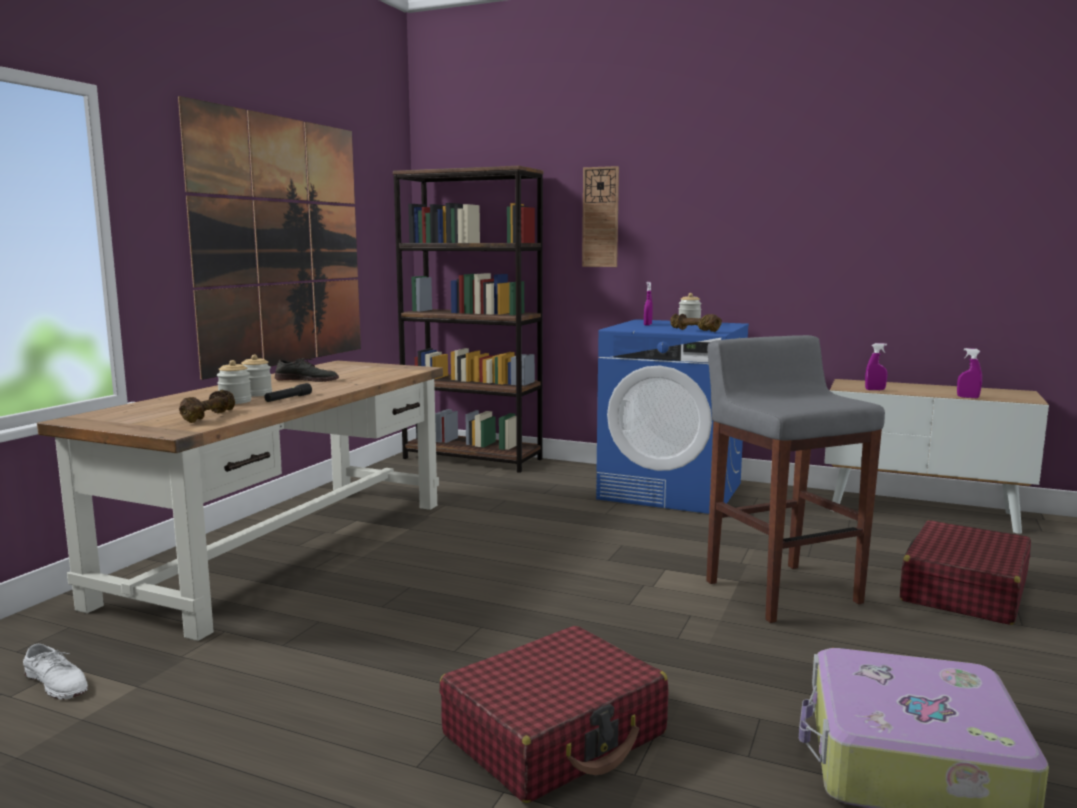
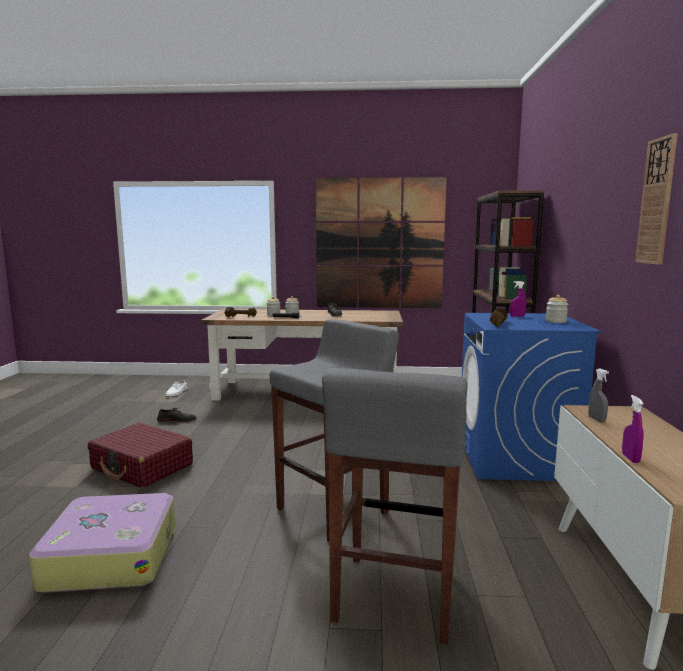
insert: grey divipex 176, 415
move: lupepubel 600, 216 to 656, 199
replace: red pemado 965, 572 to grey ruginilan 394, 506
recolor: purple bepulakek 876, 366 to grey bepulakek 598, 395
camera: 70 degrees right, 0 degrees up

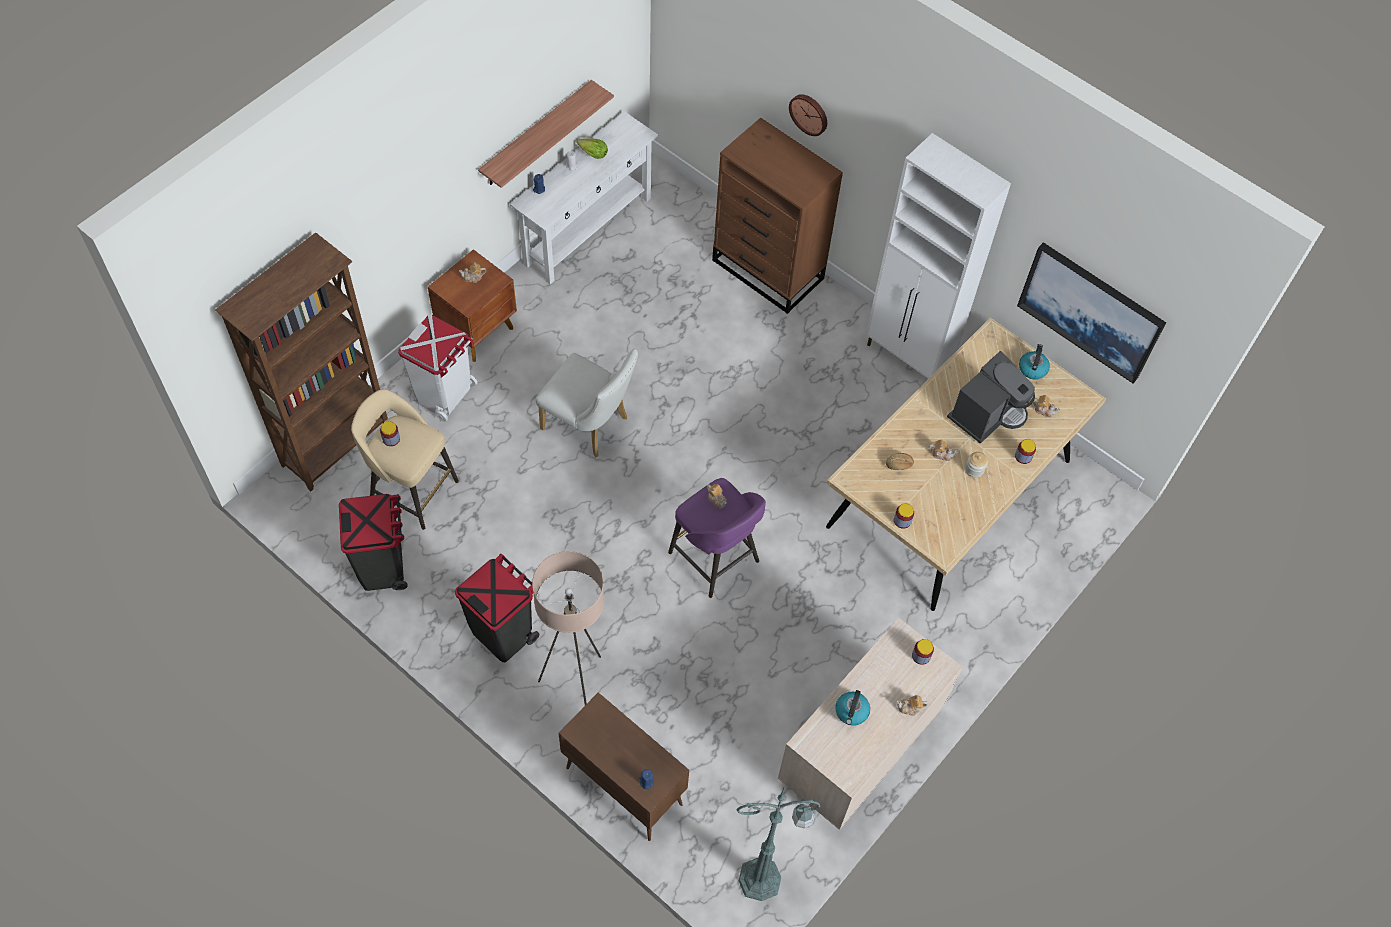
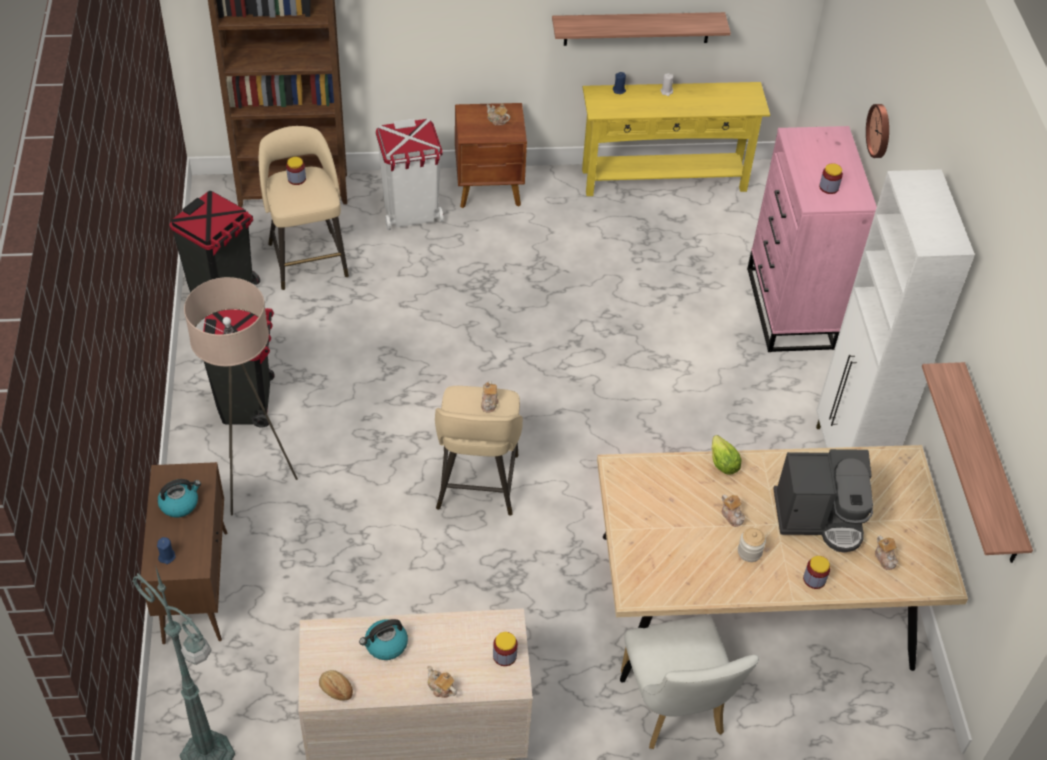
move: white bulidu 587, 403 to 690, 682; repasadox 592, 148 to 726, 455; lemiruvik 900, 461 to 336, 685; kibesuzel 904, 516 to 831, 178; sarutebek 1034, 361 to 179, 498
replace: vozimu 1091, 312 to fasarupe 977, 462
recolor: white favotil 584, 197 to yellow favotil 676, 139; purple ruginilan 717, 538 to beige ruginilan 479, 451; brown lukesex 777, 216 to pink lukesex 812, 239
camera: 45 degrees right, 10 degrees down

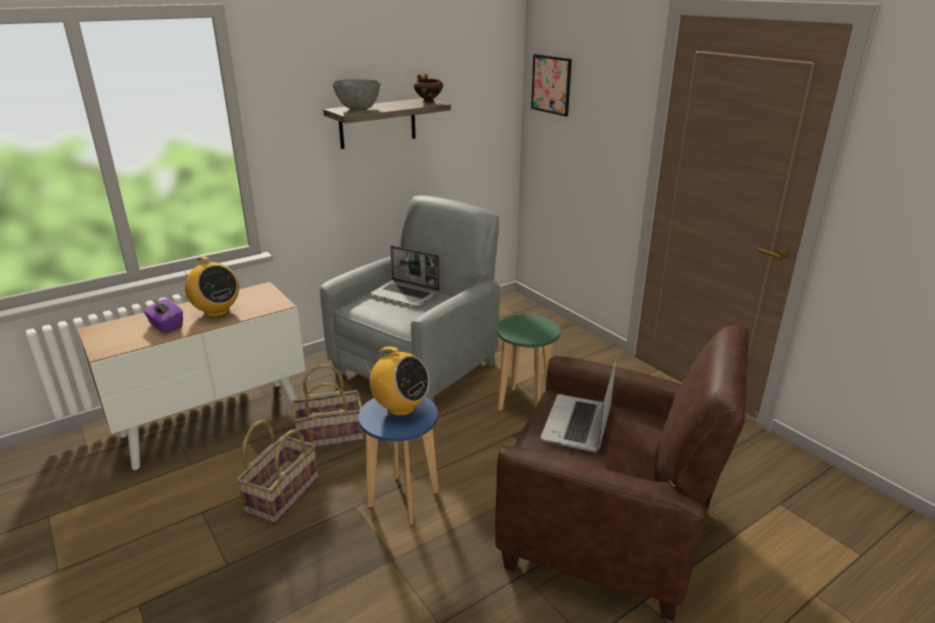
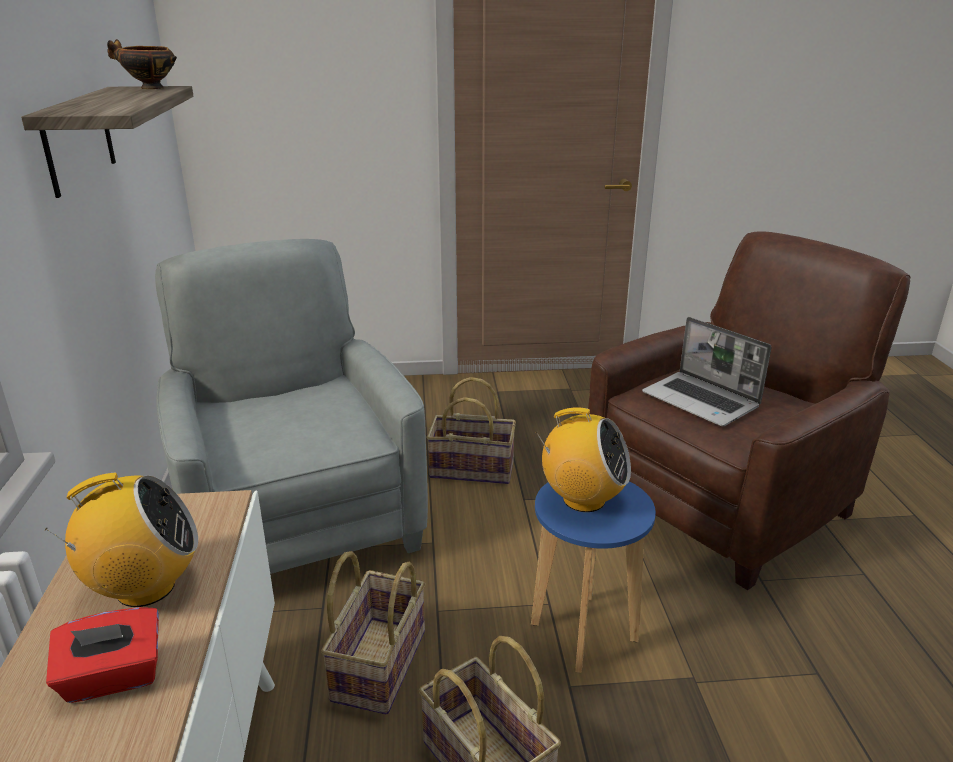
delete: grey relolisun 356, 94; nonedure 405, 275; vozimu 551, 85
replace: green ruginilan 528, 362 to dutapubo 471, 430
recolor: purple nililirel 163, 316 to red nililirel 102, 655
rotate: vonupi 397, 381 = 583, 459 45 degrees clockwise
camera: 60 degrees left, 0 degrees up

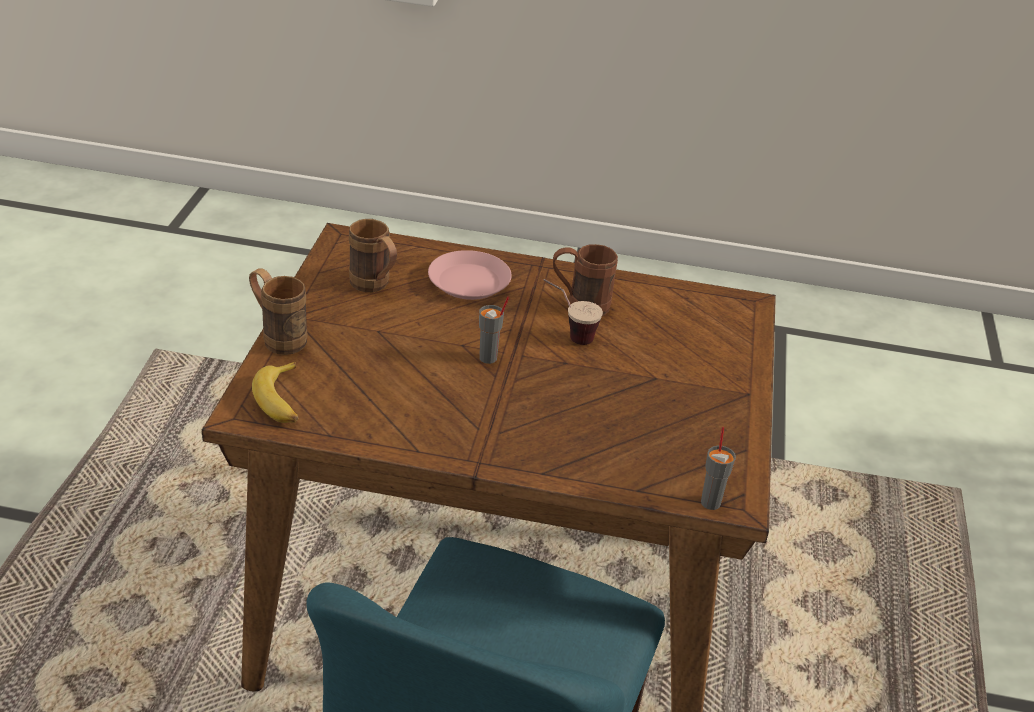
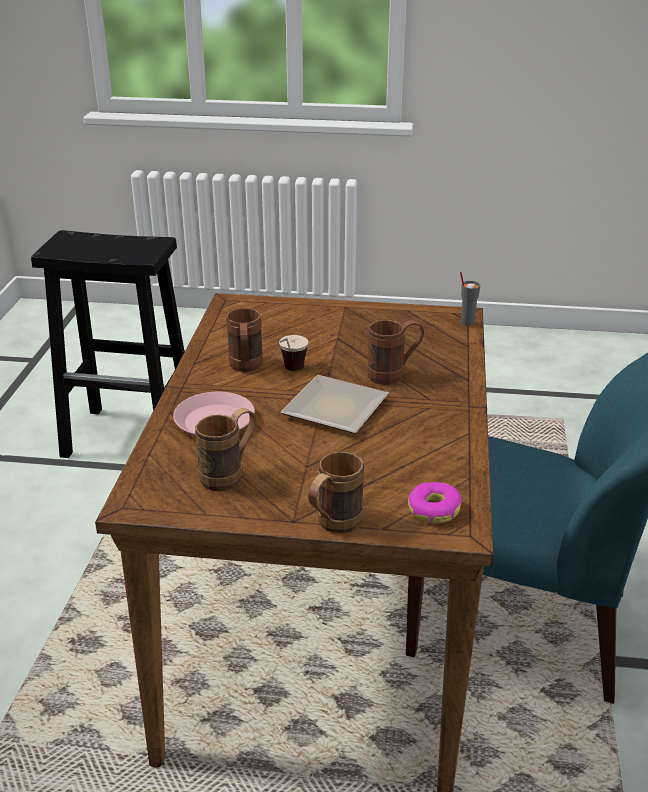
insert: black ruginilan 108, 344; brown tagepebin 395, 352
replace: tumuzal 275, 392 to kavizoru 435, 502; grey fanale 494, 330 to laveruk 335, 404
camera: 90 degrees left, 5 degrees down

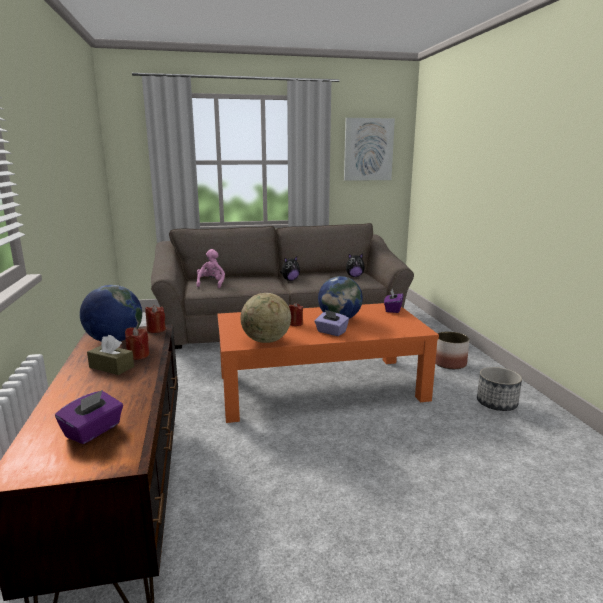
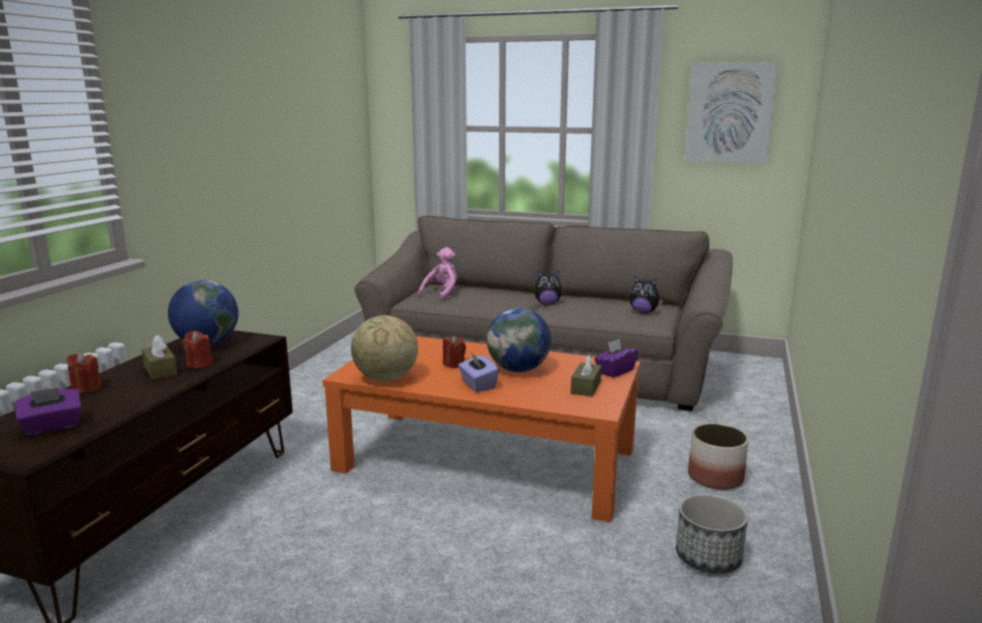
insert: brown nililirel 586, 375
move: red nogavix 155, 319 to 84, 373
camera: 30 degrees right, 0 degrees up

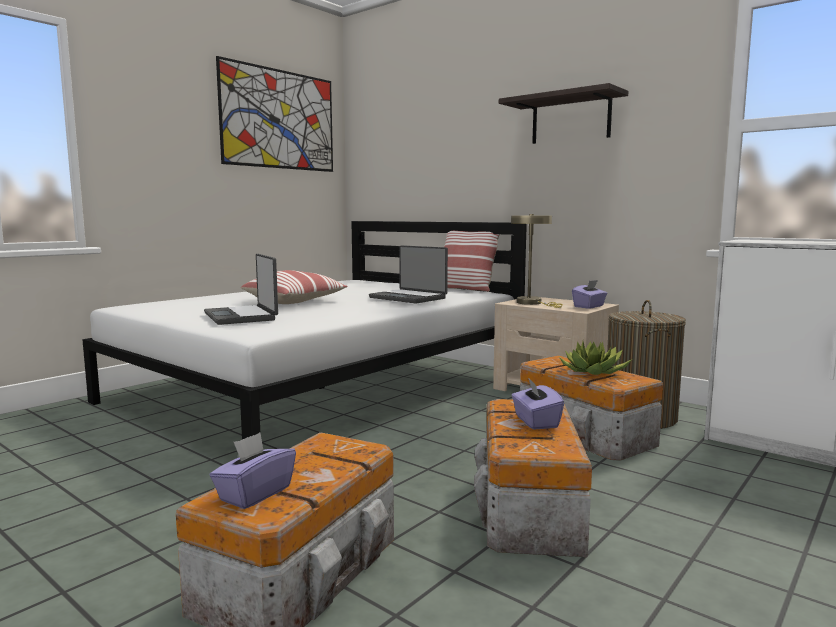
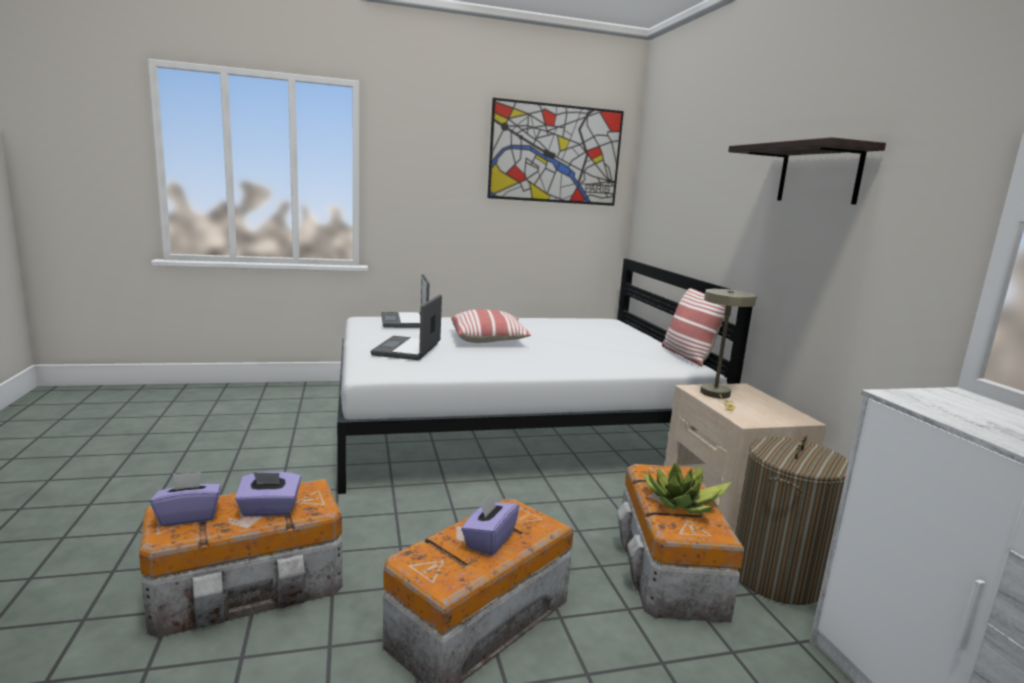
move: nonedure 408, 274 to 405, 301; purple nililirel 589, 294 to 268, 493
camera: 35 degrees right, 5 degrees up

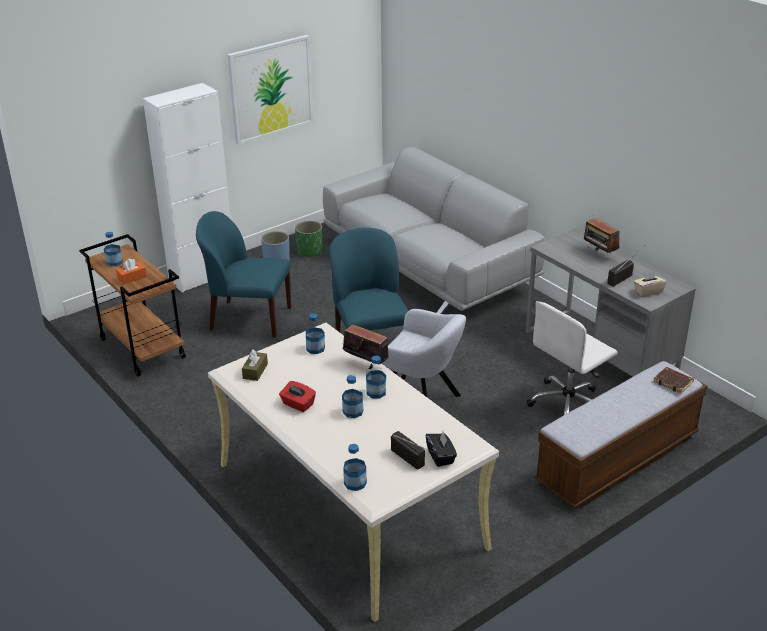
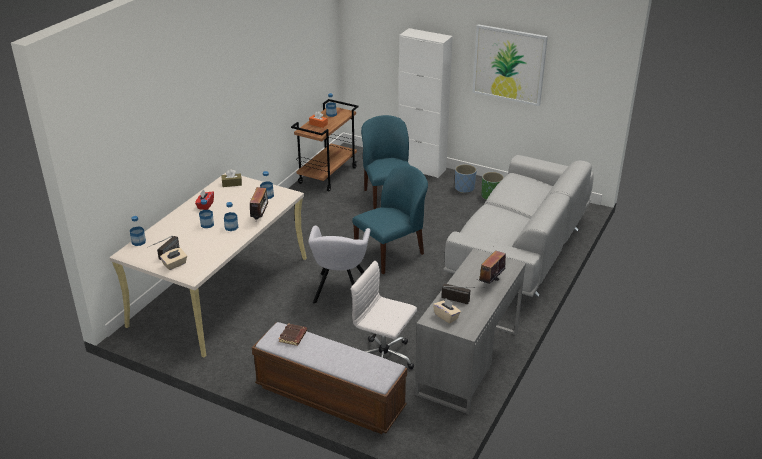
move: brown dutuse 673, 380 to 293, 334
recolor: black nililirel 441, 449 to beige nililirel 173, 259
camera: 65 degrees right, 0 degrees up

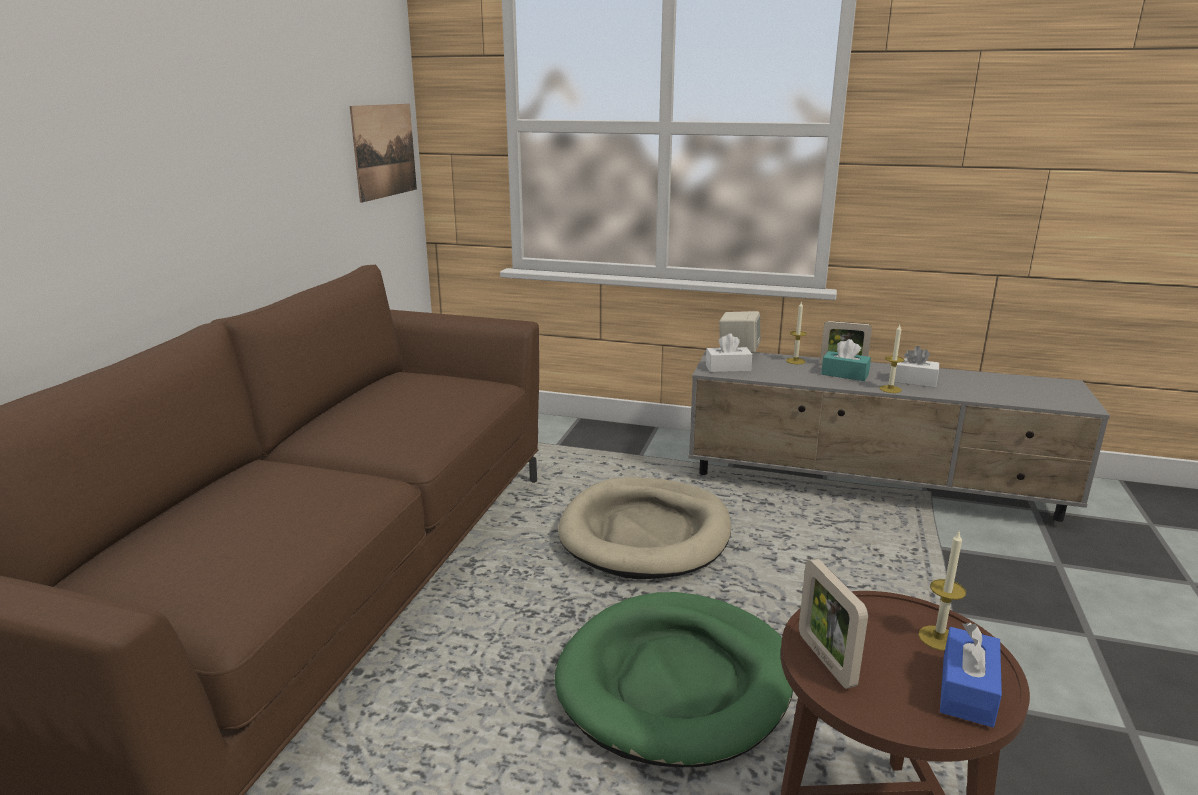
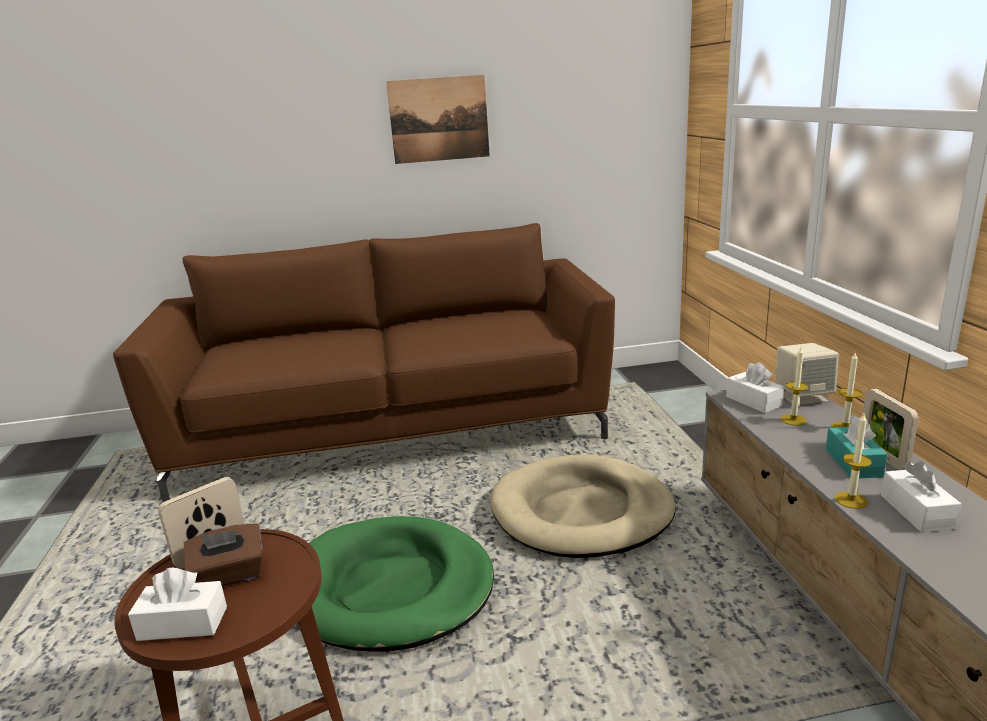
insert: brown nililirel 223, 555
move: vozimu 383, 153 to 438, 119; nogavix 942, 590 to 794, 386
recolor: blue nililirel 971, 675 to white nililirel 177, 604
camera: 65 degrees right, 0 degrees up

